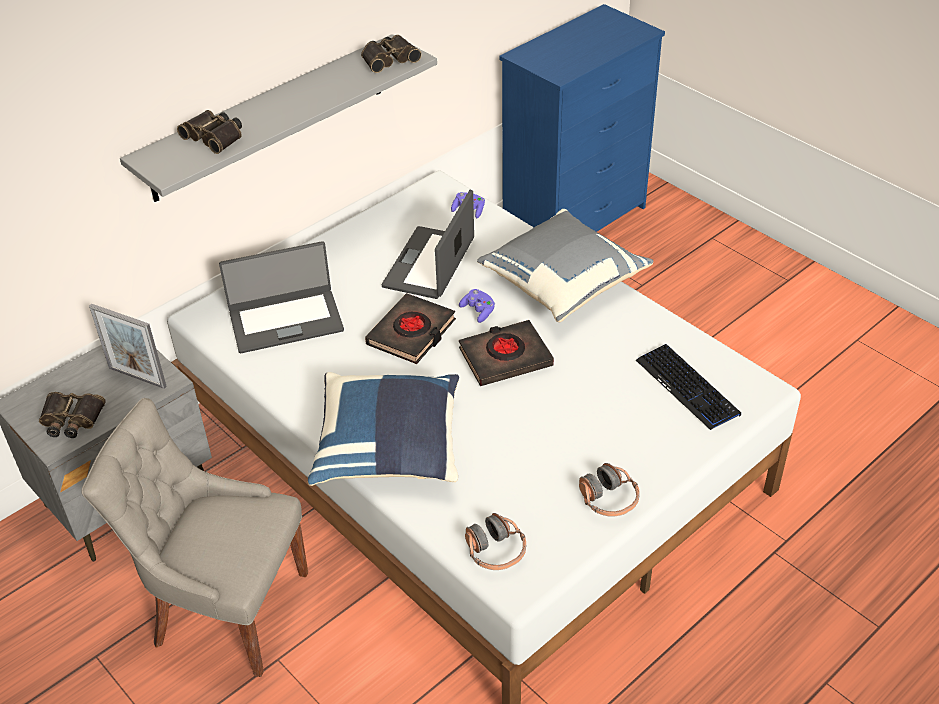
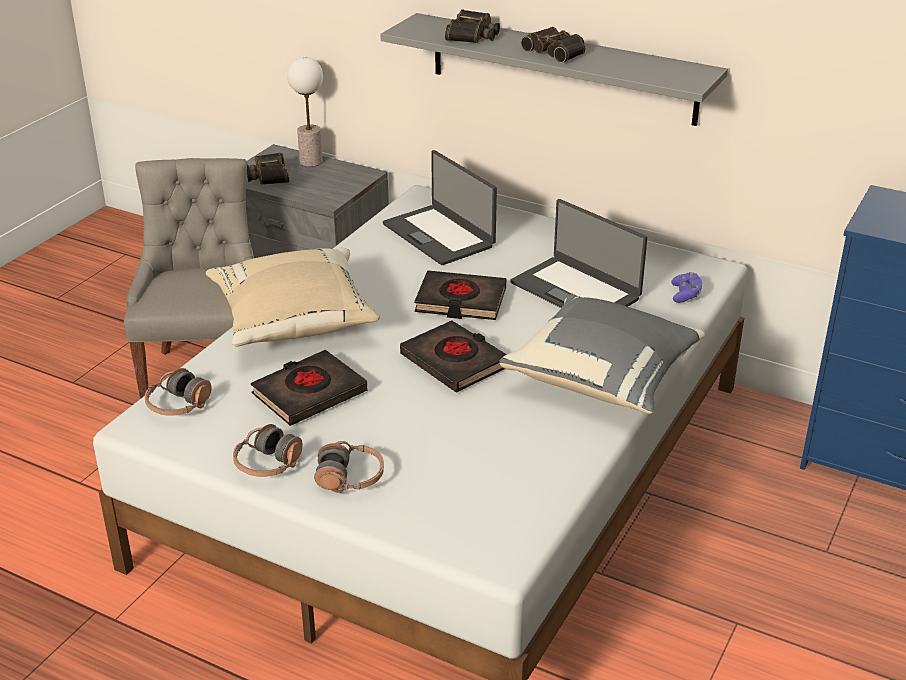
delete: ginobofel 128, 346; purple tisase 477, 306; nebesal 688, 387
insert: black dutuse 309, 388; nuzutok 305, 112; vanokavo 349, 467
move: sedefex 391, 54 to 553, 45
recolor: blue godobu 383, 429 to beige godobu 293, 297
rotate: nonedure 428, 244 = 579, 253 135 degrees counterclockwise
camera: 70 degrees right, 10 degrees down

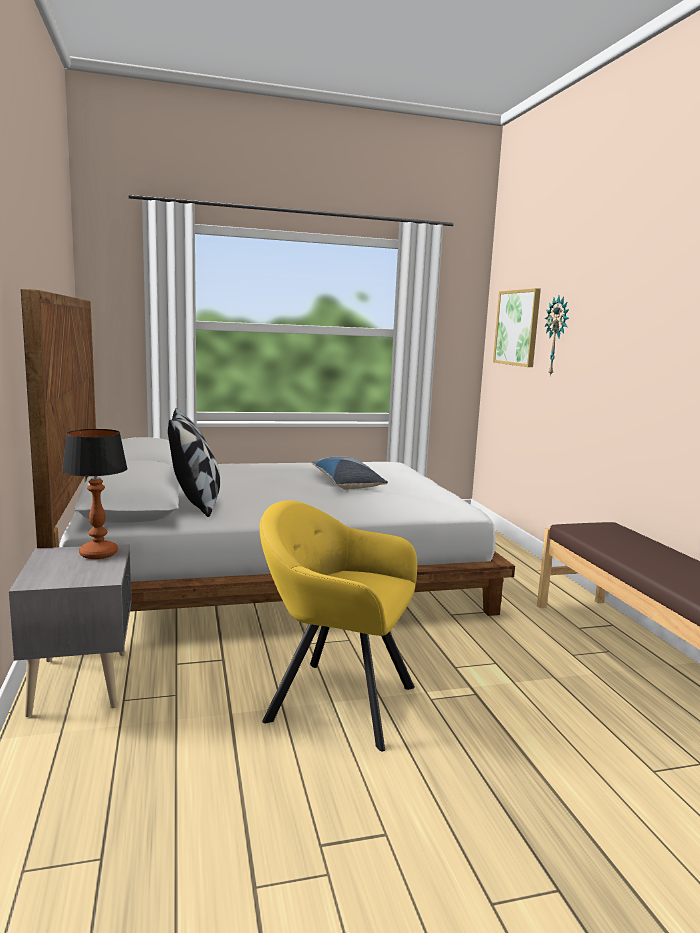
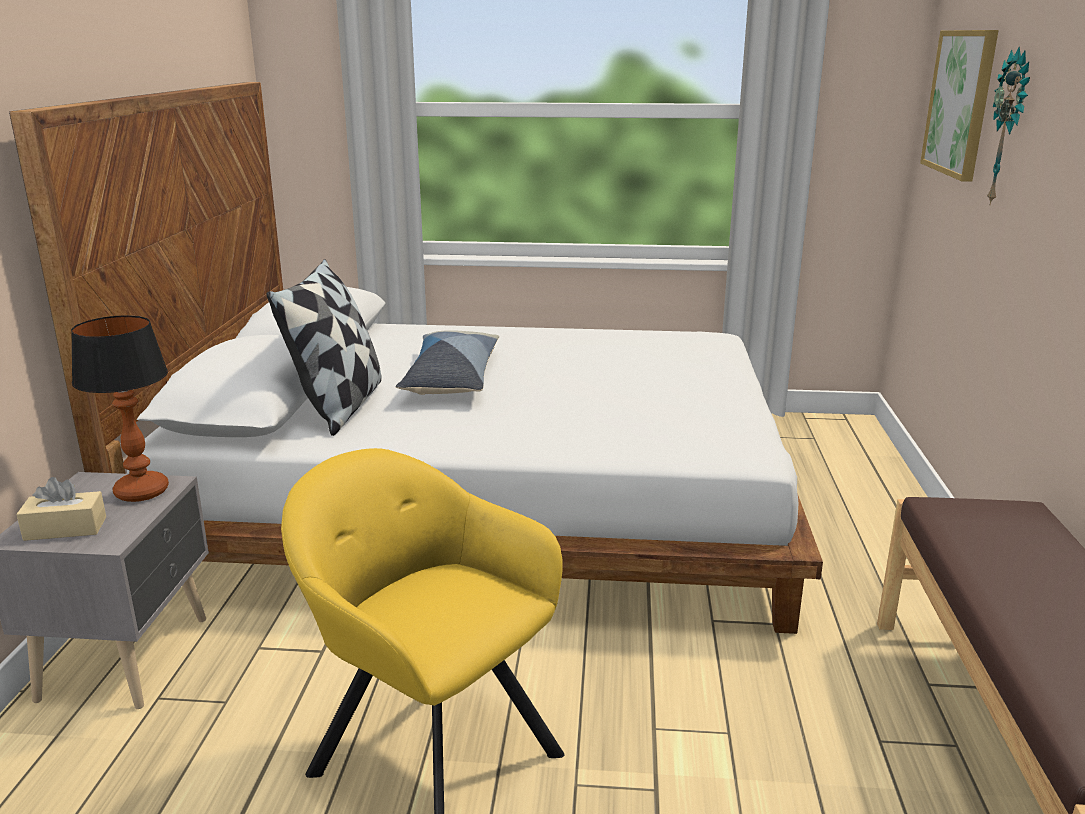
insert: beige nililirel 61, 509
move: godobu 349, 473 to 447, 362
camera: 20 degrees right, 10 degrees up

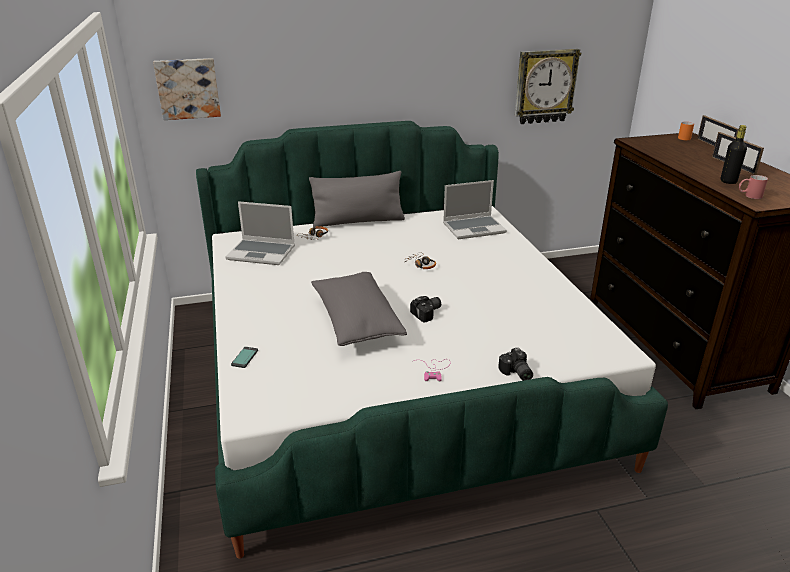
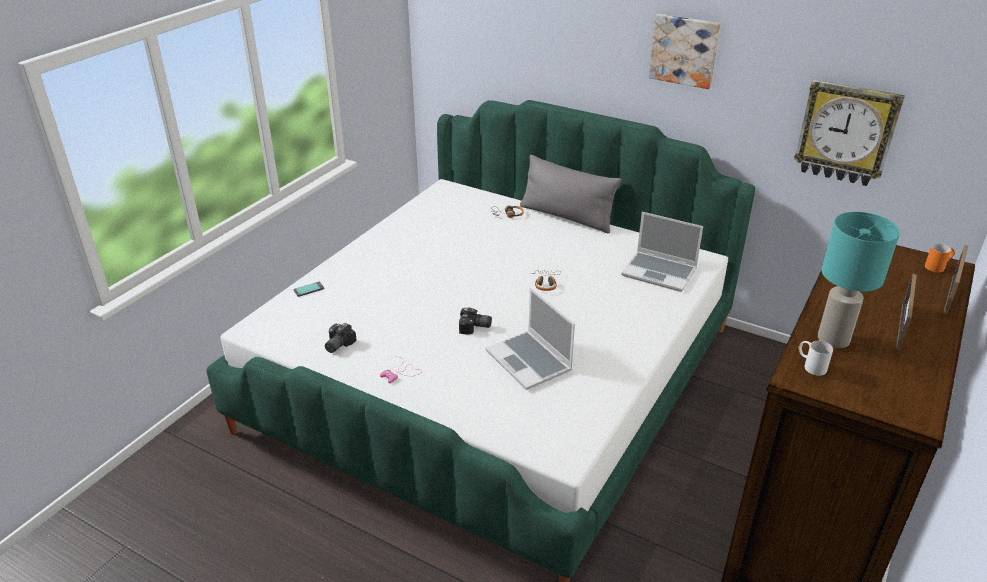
delete: grey godobu 359, 309
move: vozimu 187, 89 to 685, 51; nonedure 260, 233 to 530, 339; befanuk 515, 364 to 341, 338
replace: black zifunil 734, 154 to turquoise nuzutok 859, 280
recolor: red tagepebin 753, 187 to white tagepebin 815, 358
camera: 45 degrees right, 5 degrees up

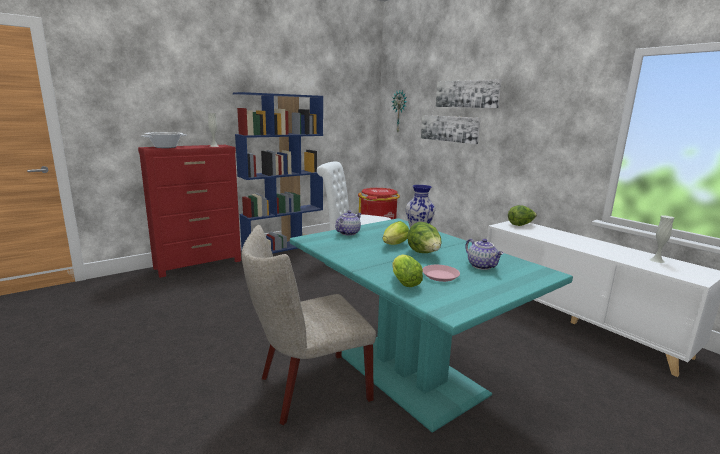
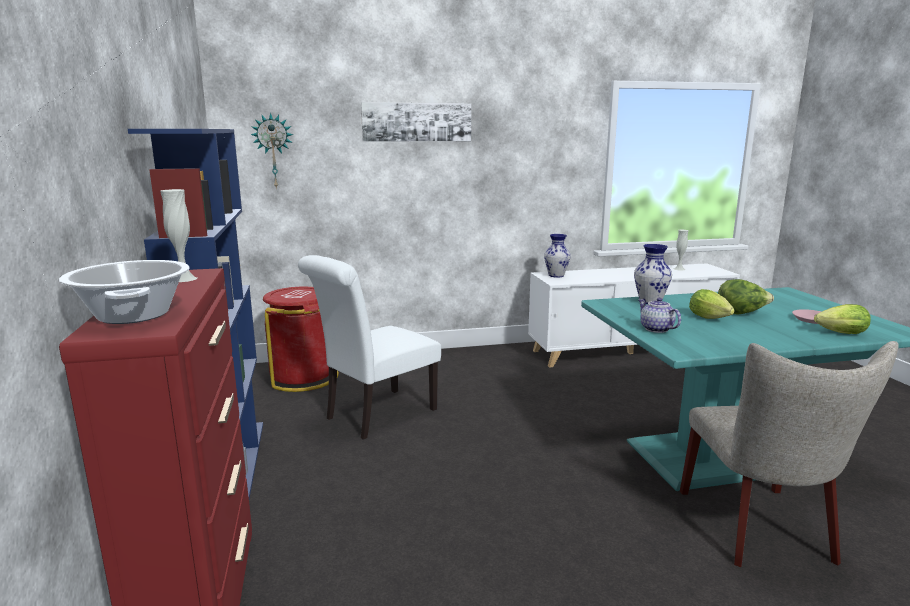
delete: vozimu 451, 129; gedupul 484, 254
replace: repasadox 522, 215 to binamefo 557, 255
camera: 65 degrees left, 0 degrees up

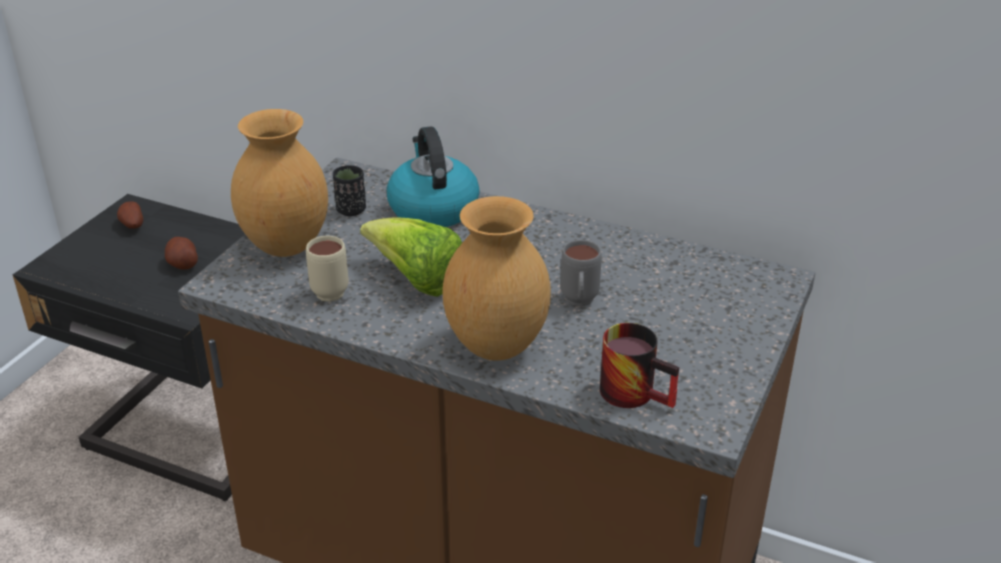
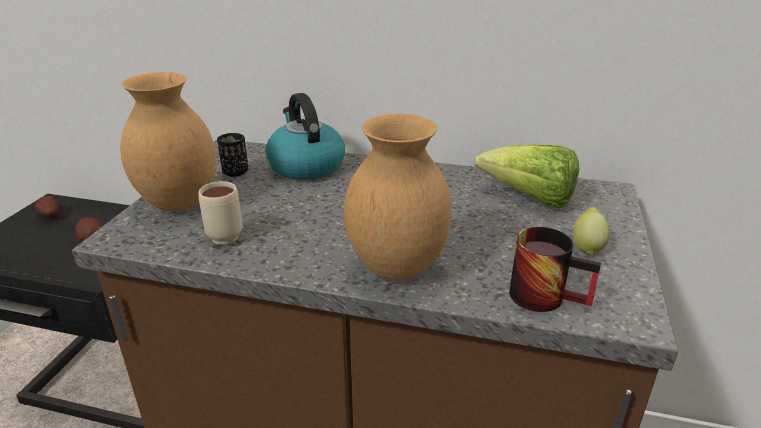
delete: grey tagepebin 581, 273
insert: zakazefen 591, 231
move: repasadox 411, 257 to 527, 176
camera: 10 degrees left, 5 degrees down

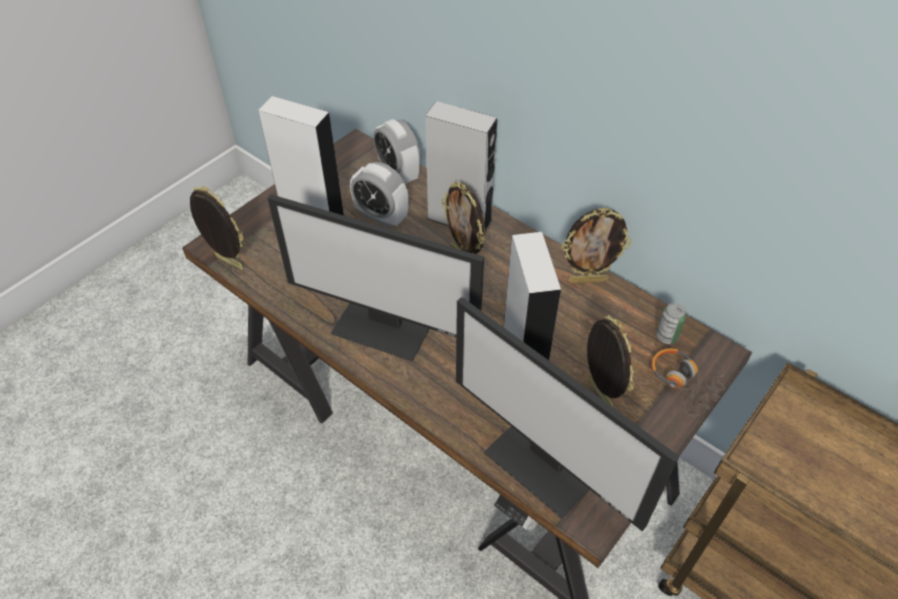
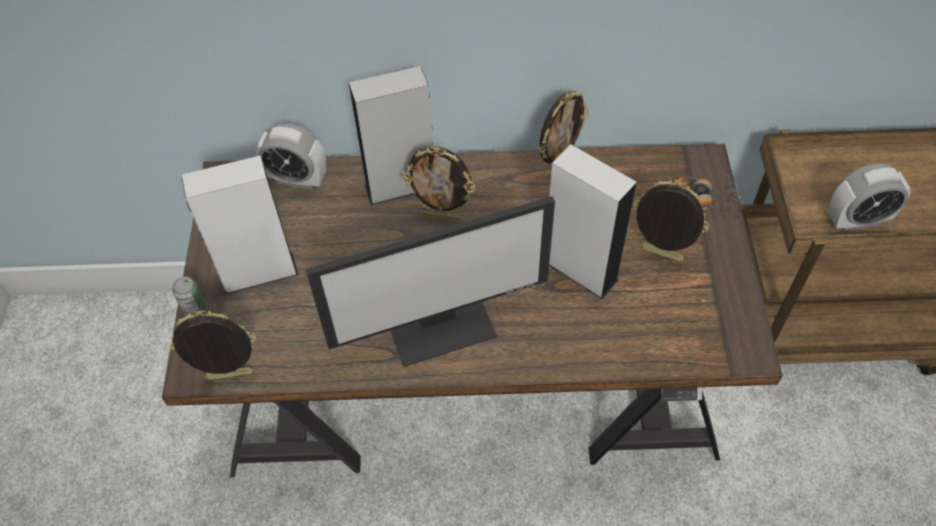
delete: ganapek 568, 414
move: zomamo 379, 195 to 869, 197; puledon 671, 323 to 189, 296
camera: 40 degrees left, 5 degrees up

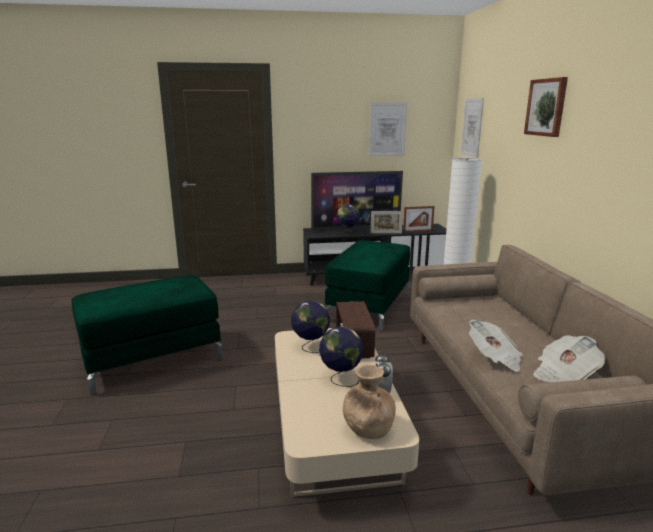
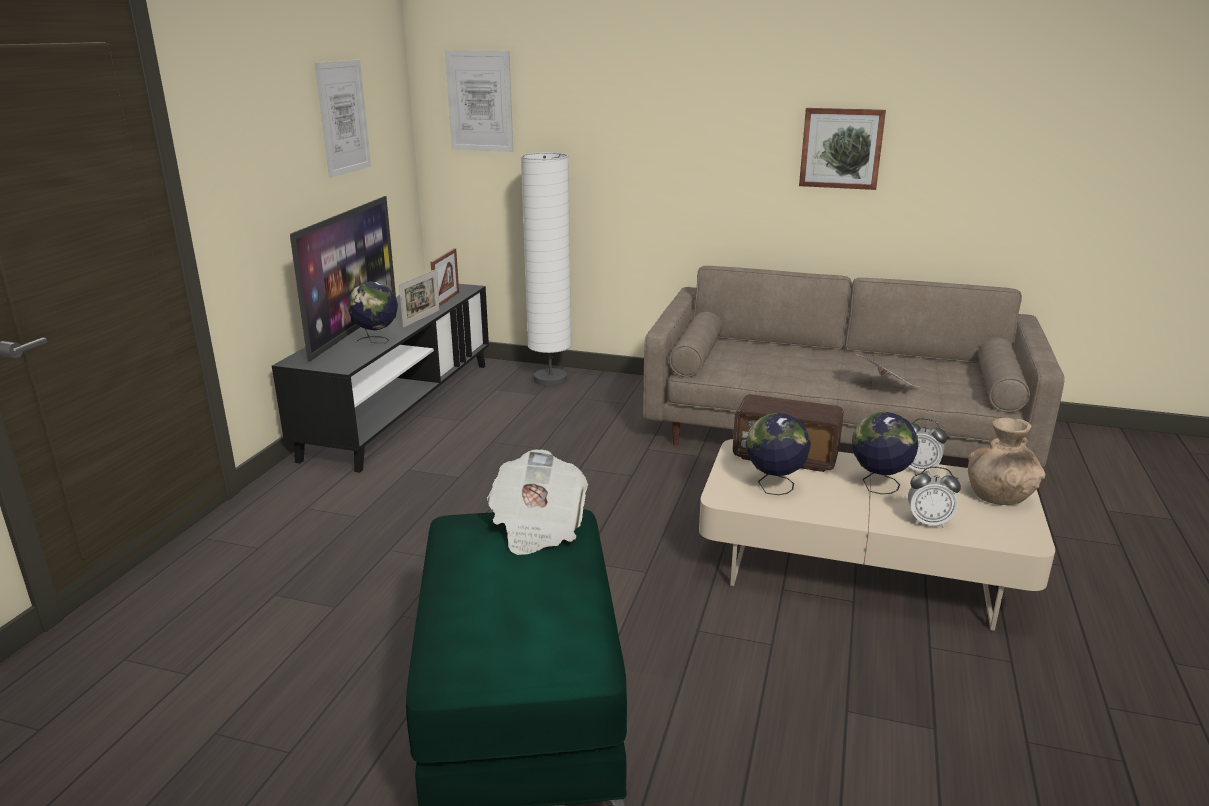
delete: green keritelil 367, 286
insert: zomamo 934, 497
move: vozimu 546, 107 to 842, 149; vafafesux 569, 358 to 537, 502
camera: 65 degrees left, 5 degrees up

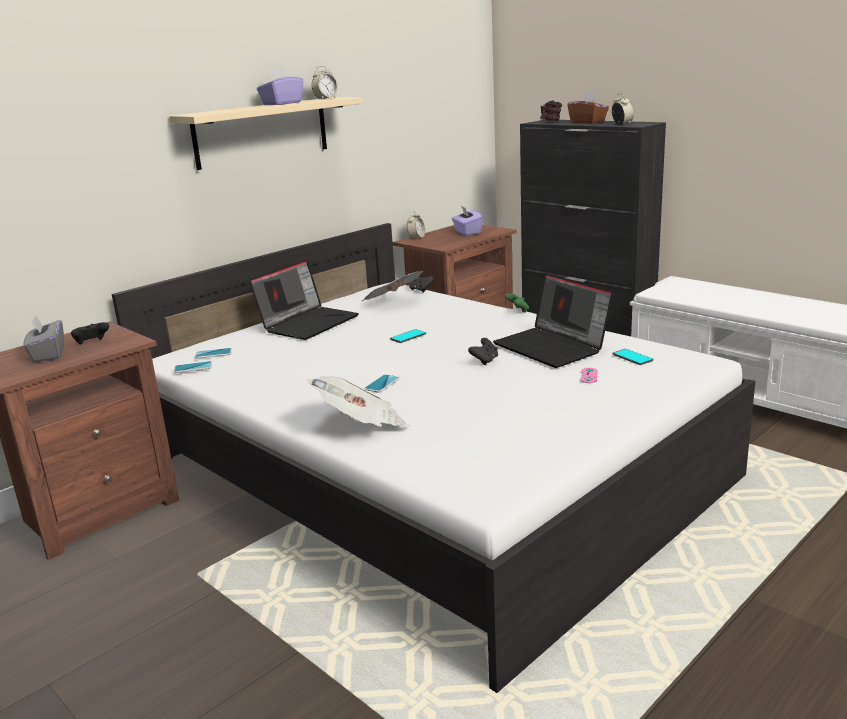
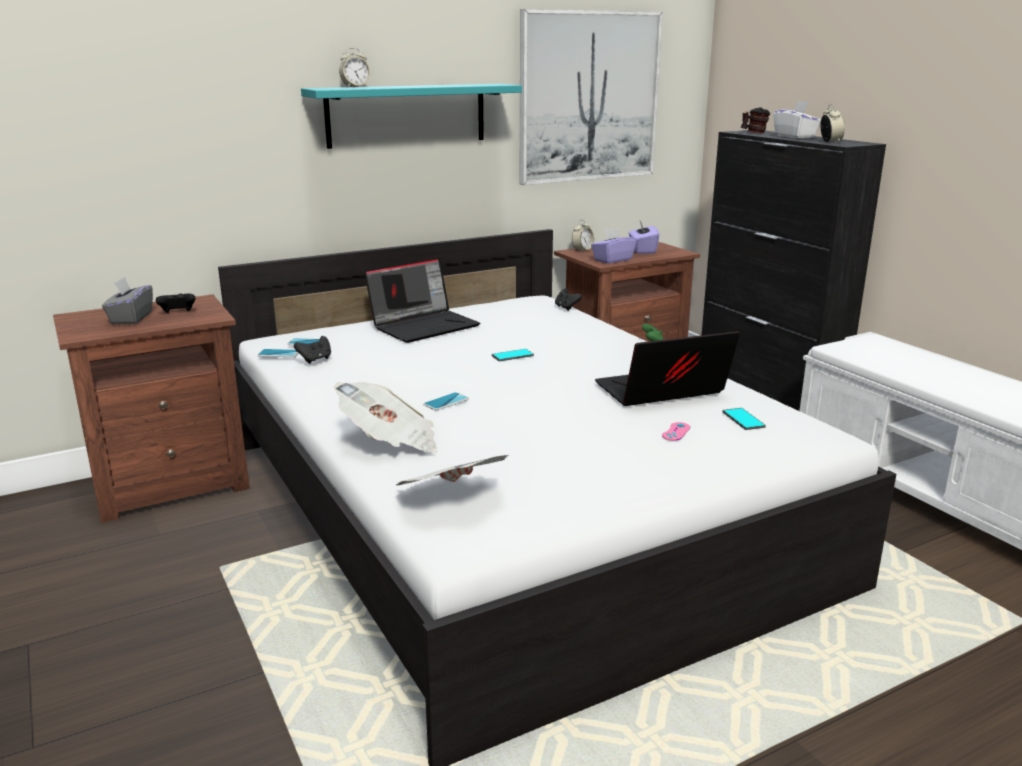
insert: vozimu 591, 97
move: purple nililirel 280, 87 to 614, 245; zomamo 325, 82 to 354, 67; vafafesux 392, 286 to 452, 470; black tisase 483, 351 to 312, 350
recolor: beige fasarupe 265, 133 to turquoise fasarupe 411, 116; brown nililirel 588, 108 to white nililirel 797, 119
rotate: nonedure 553, 320 = 667, 368 90 degrees clockwise
camera: 15 degrees right, 0 degrees up

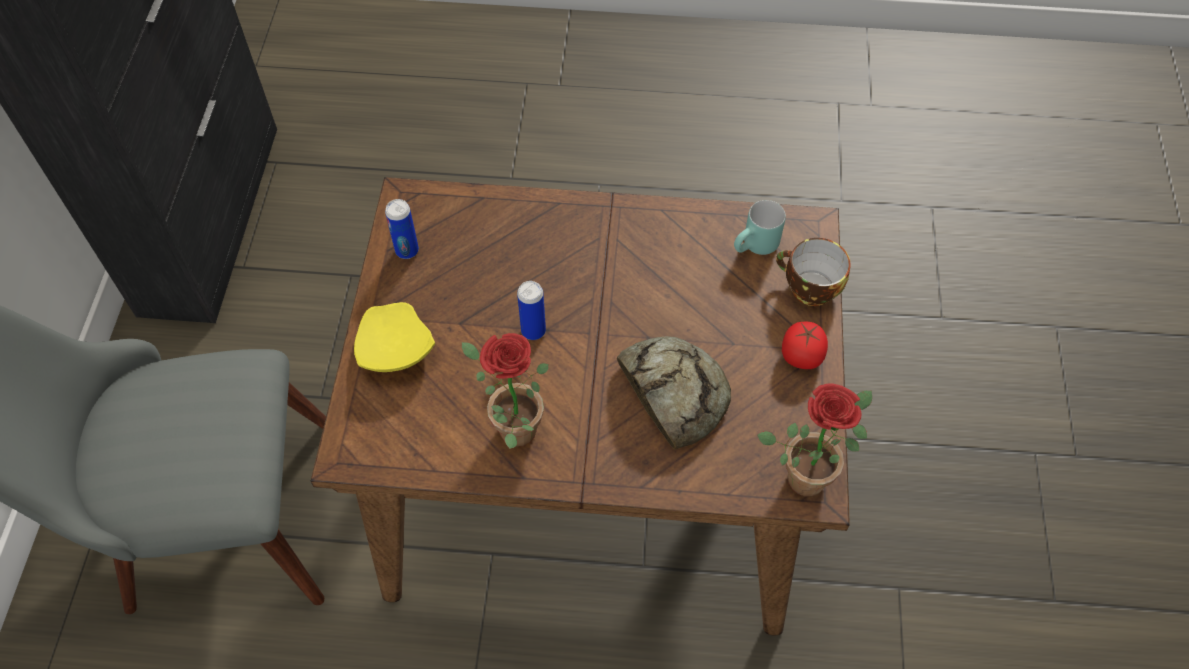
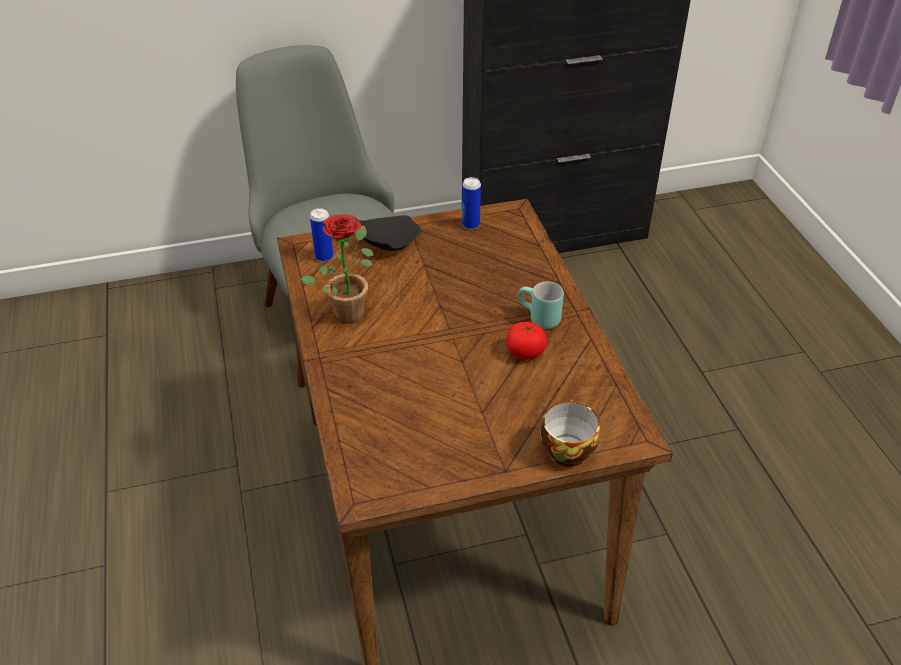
delete: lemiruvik 674, 392; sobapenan 814, 440
move: puledon 531, 310 to 321, 235; turquoise tagepebin 760, 227 to 541, 305; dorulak 805, 345 to 526, 341
recolor: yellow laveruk 394, 337 to black laveruk 388, 233
camera: 70 degrees right, 15 degrees down

